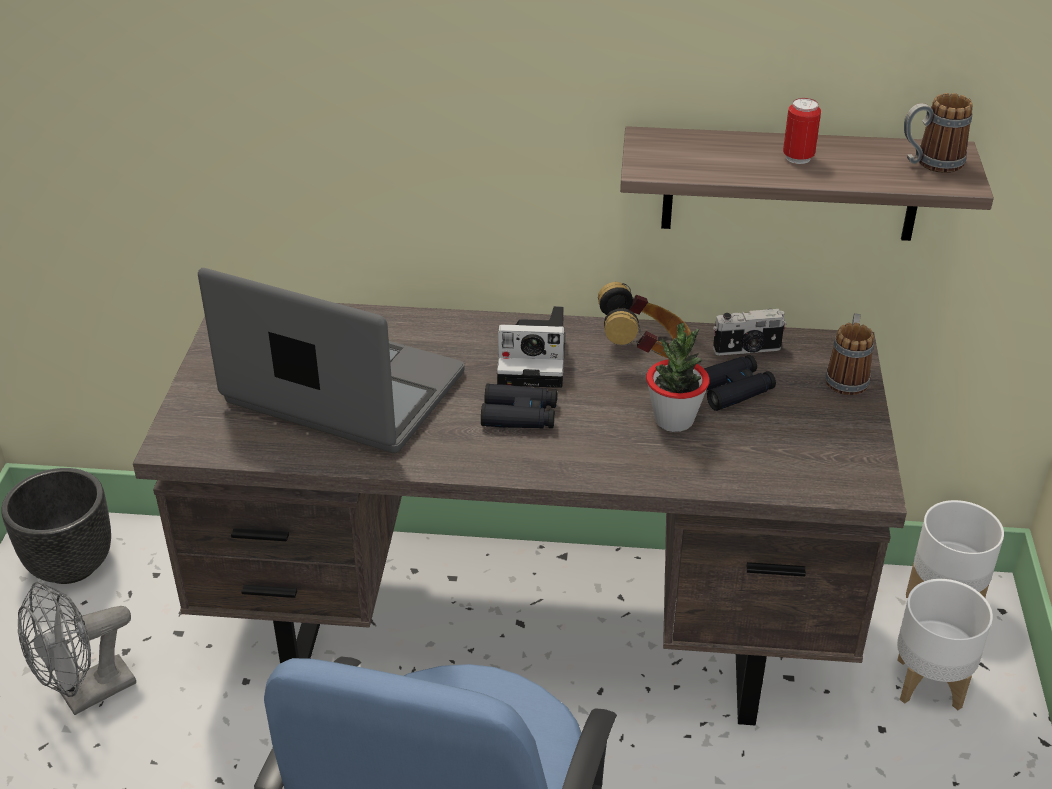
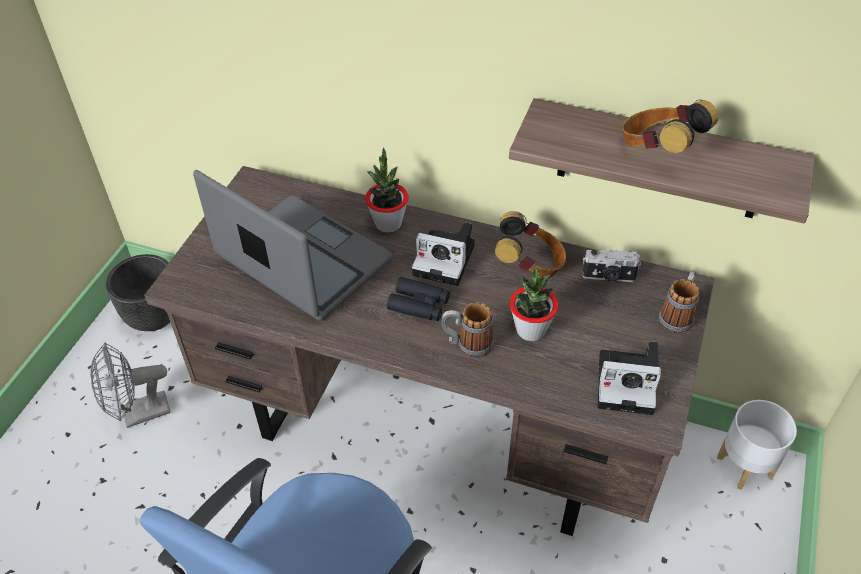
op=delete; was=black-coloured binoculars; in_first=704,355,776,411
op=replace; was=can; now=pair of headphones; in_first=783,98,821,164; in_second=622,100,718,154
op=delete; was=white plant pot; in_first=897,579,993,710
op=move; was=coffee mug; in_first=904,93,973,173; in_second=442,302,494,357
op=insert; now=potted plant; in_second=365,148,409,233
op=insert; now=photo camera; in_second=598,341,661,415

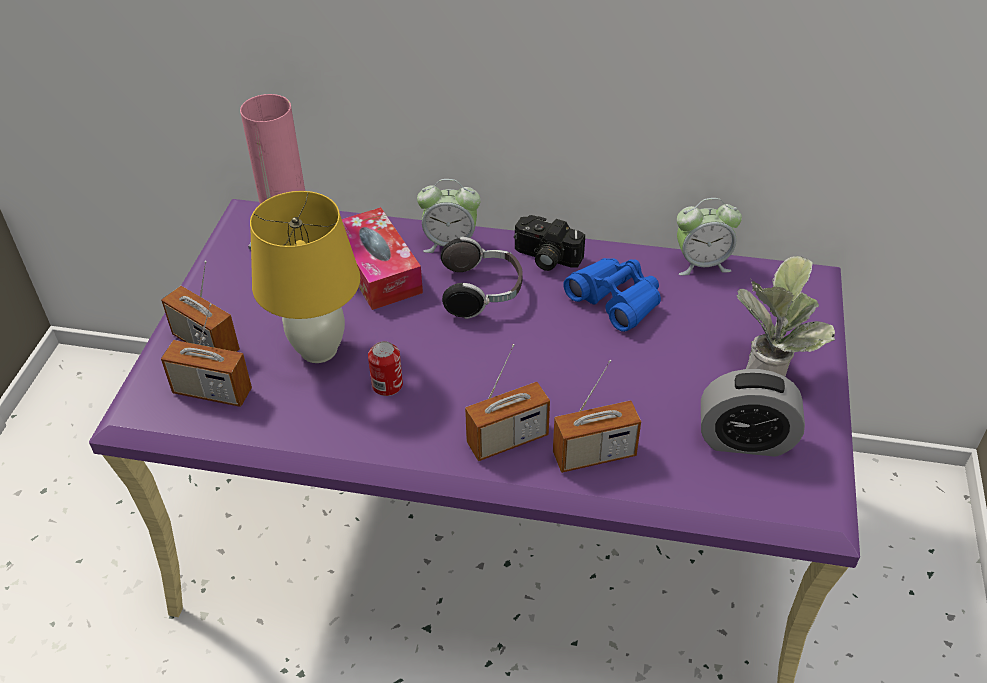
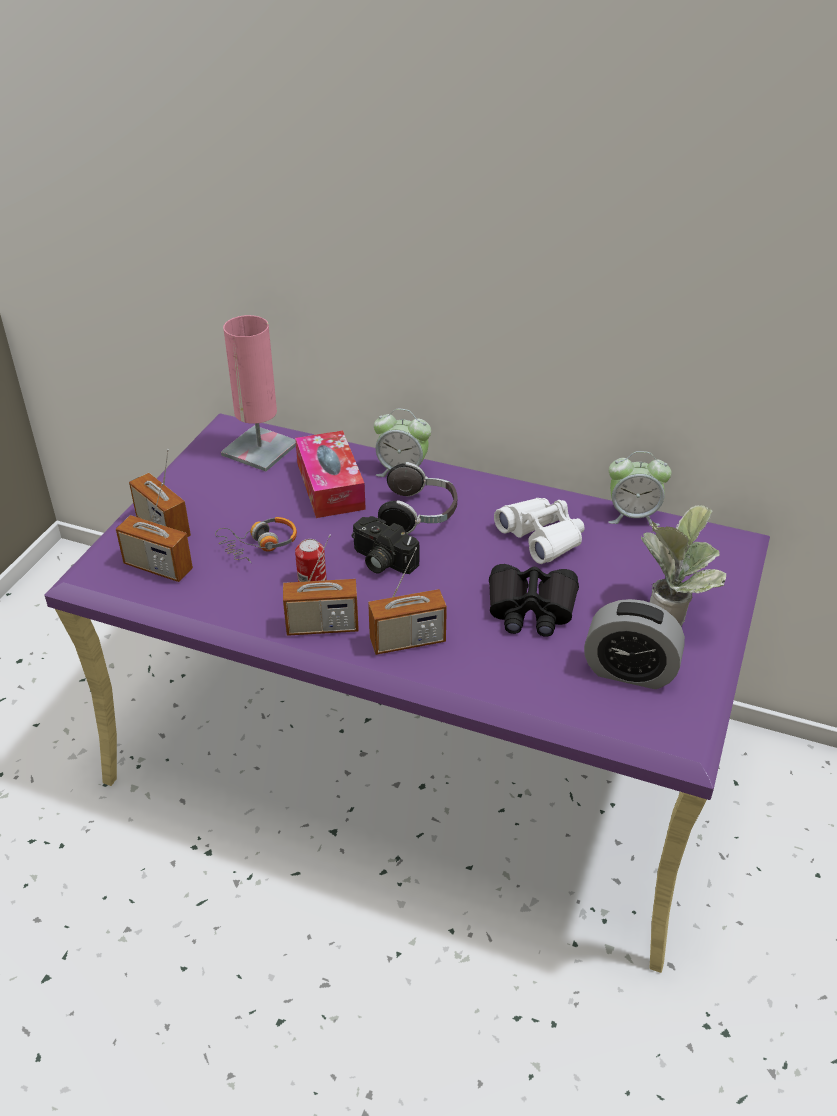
op=replace; was=yellowish tabletop lamp; now=pair of headphones; in_first=250,191,360,363; in_second=215,517,297,563
op=move; was=photo camera; in_first=514,215,585,271; in_second=352,516,419,574
op=move; was=radio set; in_first=553,360,641,473; in_second=283,535,359,636
op=recolor; was=bluish binoculars; now=white binoculars; in_first=563,258,661,332; in_second=494,498,585,564
op=insert; now=black-coloured binoculars; in_second=489,564,579,637

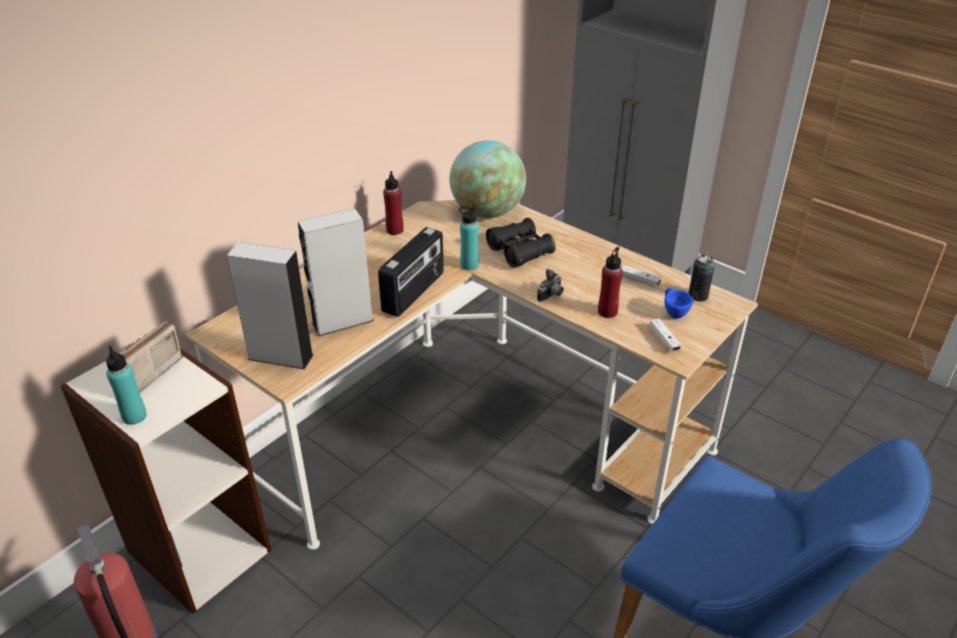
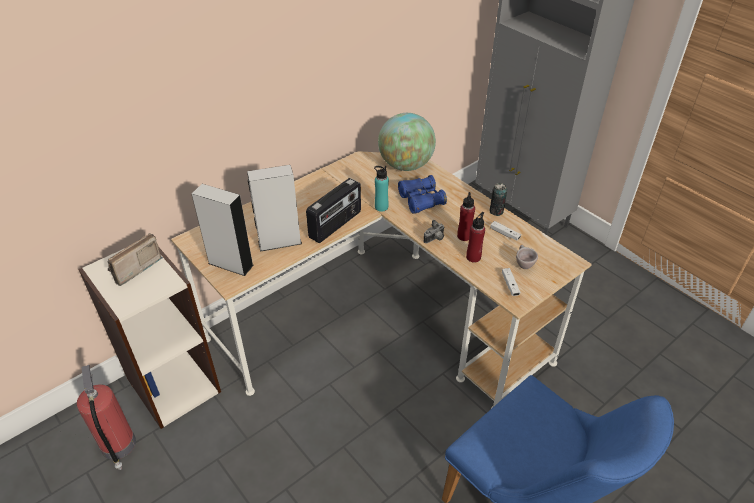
op=delete; was=turquoise beverage bottle; in_first=106,346,147,425
op=move; was=red beverage bottle; in_first=383,171,403,235; in_second=457,192,475,241
op=recolor; was=black-coloured binoculars; now=bluish binoculars; in_first=486,218,556,268; in_second=398,175,447,214
op=recolor; was=bluish drinking cup; now=sand-coloured drinking cup; in_first=664,288,693,319; in_second=516,245,538,269
op=move; was=can; in_first=689,254,715,302; in_second=489,183,507,216

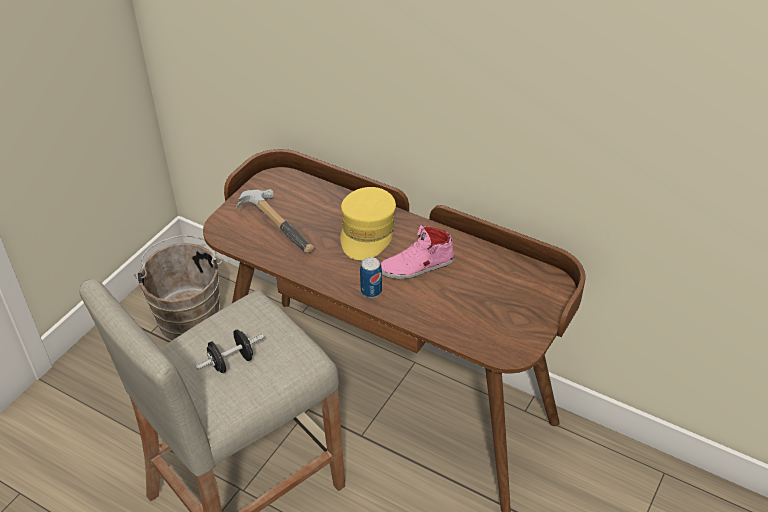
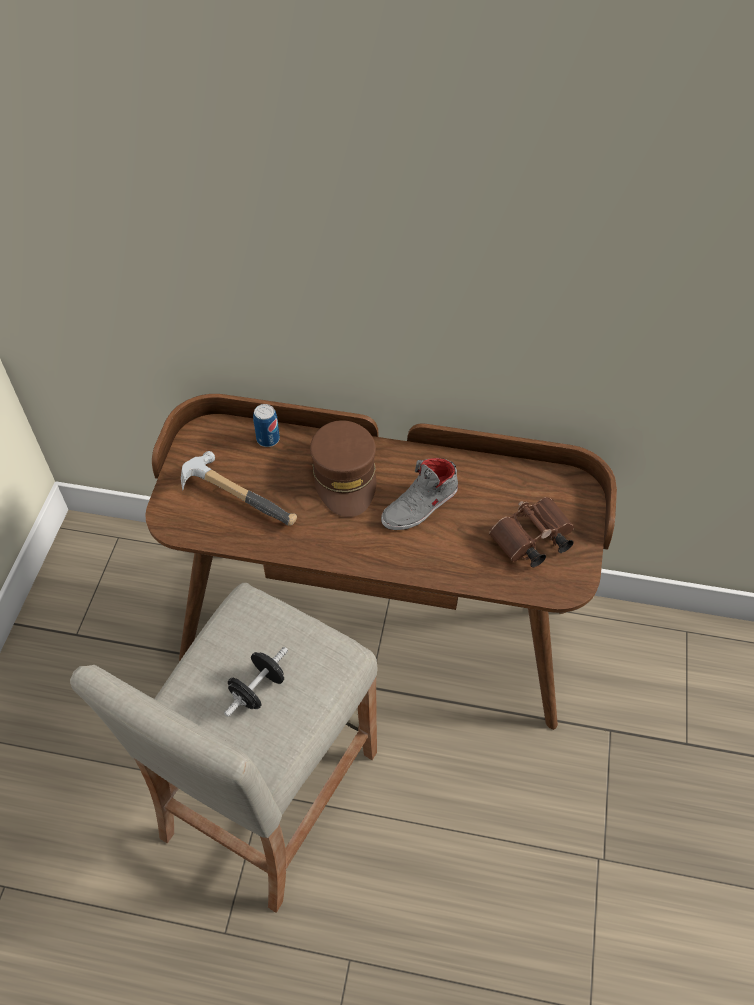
op=delete; was=brownish pail; in_first=134,235,223,340
op=recolor; was=yellowish baseball cap; now=brownish baseball cap; in_first=340,187,396,260; in_second=310,420,377,517
op=move; was=can; in_first=360,257,382,298; in_second=253,404,280,447
op=recolor; was=pink-coloured shoe; now=gray shoe; in_first=380,225,454,279; in_second=381,458,458,530
op=insert; now=brownish binoculars; in_second=489,497,574,568

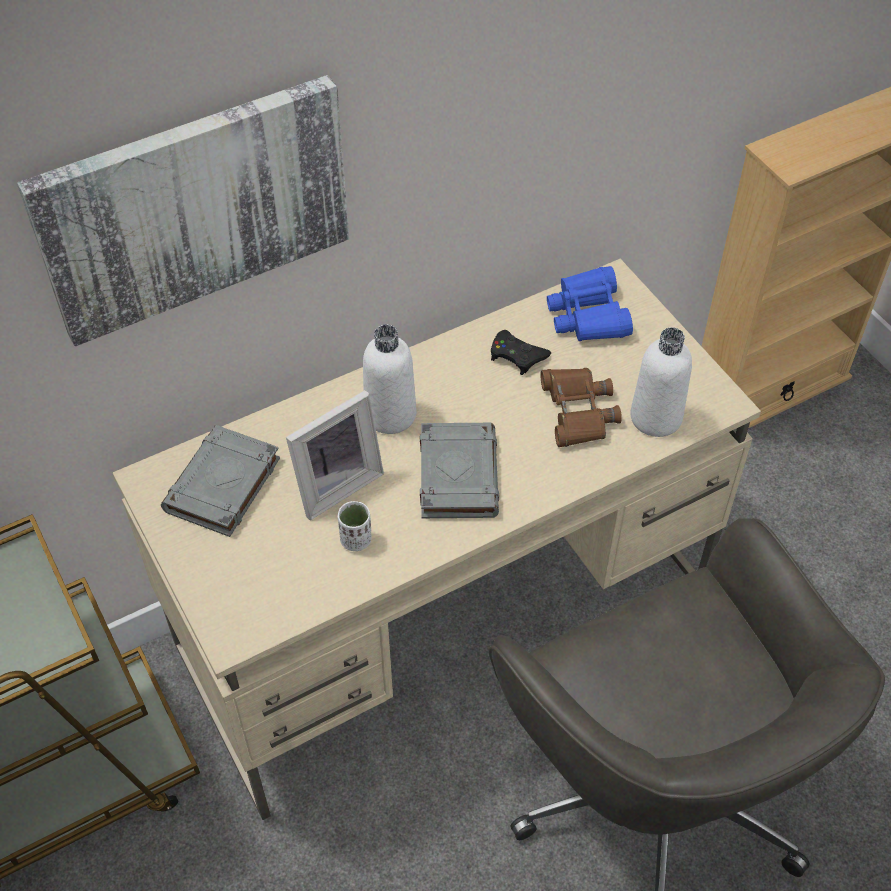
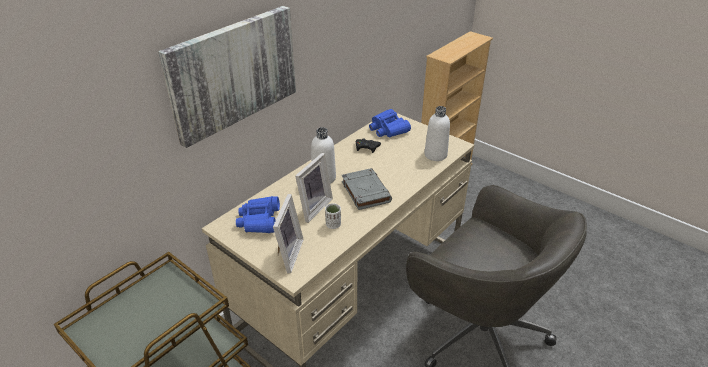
op=replace; was=gray bound book; now=bluish binoculars; in_first=161,425,280,537; in_second=236,196,280,233
op=delete; was=brownish binoculars; in_first=540,368,622,447
op=insert; now=photo frame; in_second=273,194,304,274

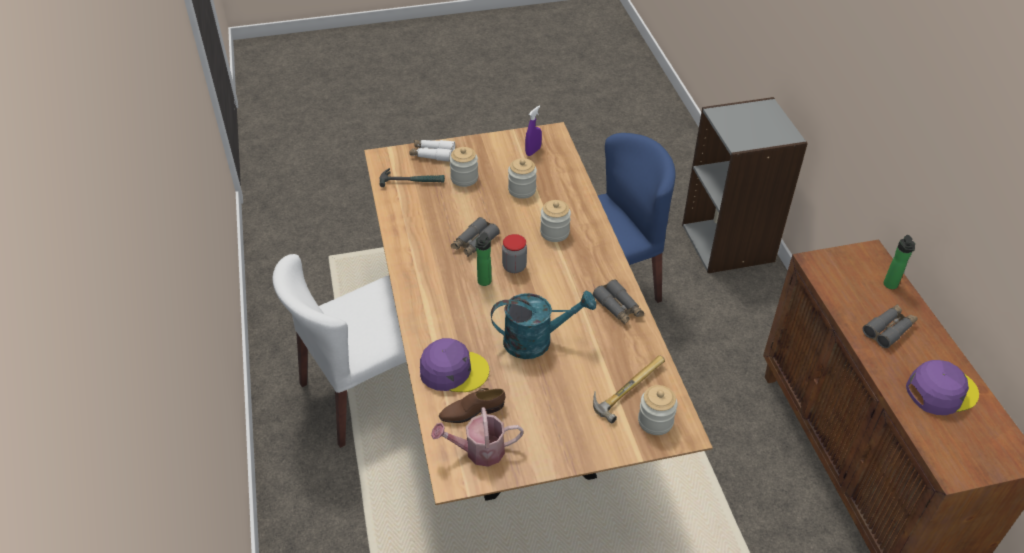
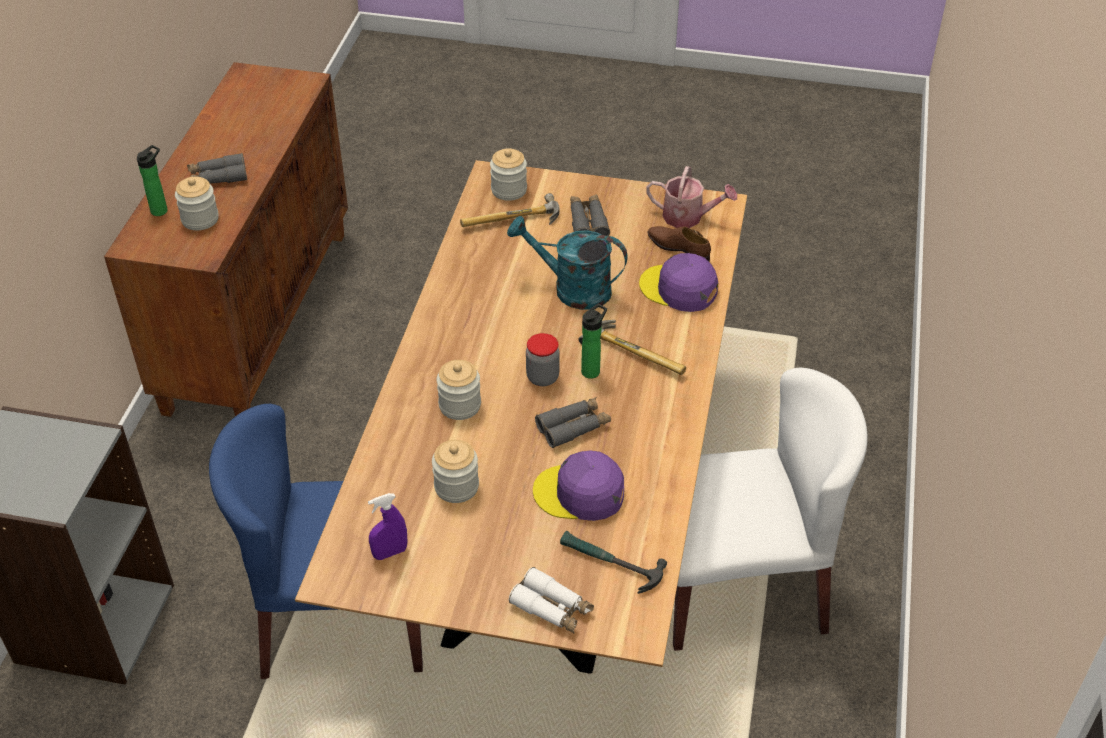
op=rotate; was=brownish shoe; in_first=439,388,505,423; in_second=648,226,711,261; clockwise=-150
op=move; was=storage jar; in_first=449,147,478,187; in_second=175,177,219,230
op=move; was=gray binoculars; in_first=593,280,644,324; in_second=570,194,610,236
op=move; was=purple baseball cap; in_first=906,360,979,415; in_second=533,451,624,521
op=insert; now=tool hammer; in_second=578,320,686,375

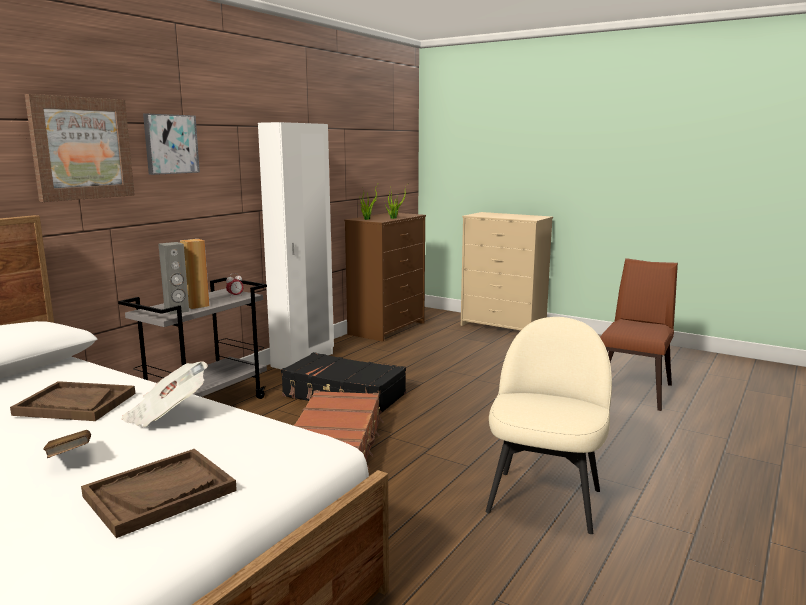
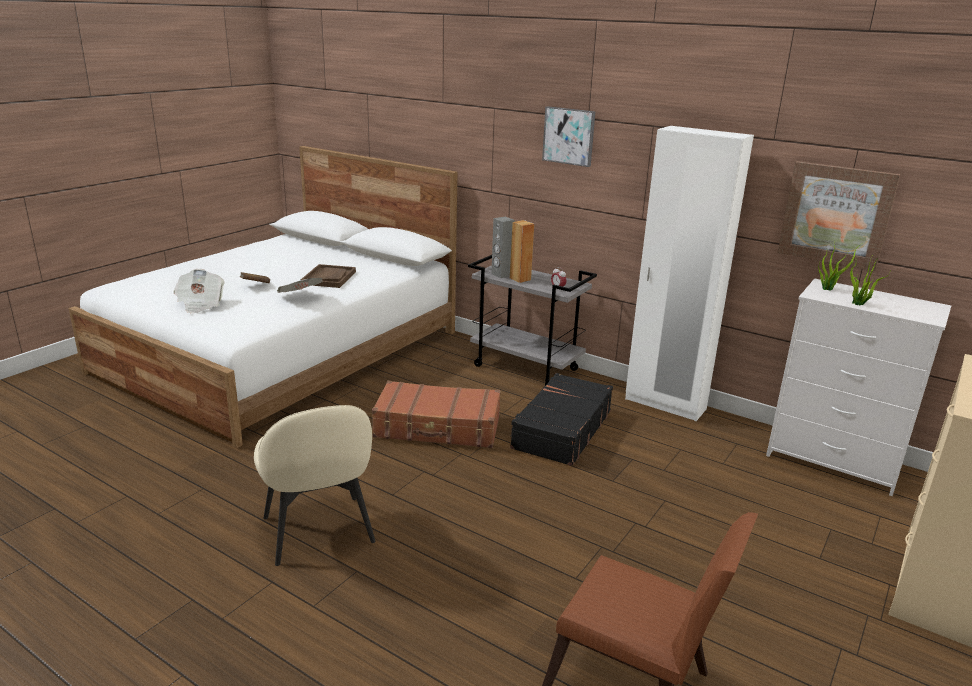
op=move; was=wall art; in_first=25,94,135,202; in_second=777,161,900,271
op=replace; was=brownish serving tray; now=newspaper; in_first=81,449,237,538; in_second=173,269,225,313
op=recolor; was=brownish dresser; now=white dresser; in_first=344,213,426,342; in_second=766,278,951,496
op=rotate; was=sand-coloured upright chair; in_first=486,317,612,534; in_second=254,405,376,566; clockwise=45

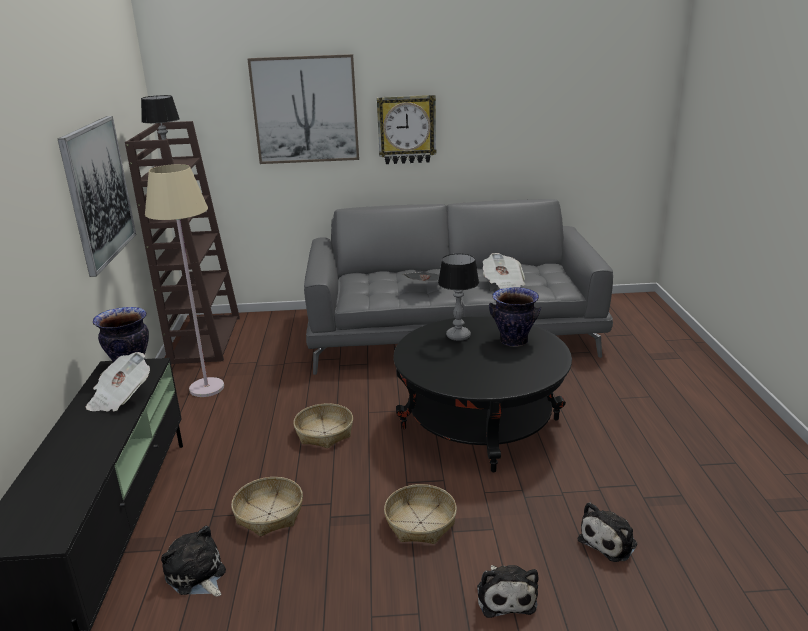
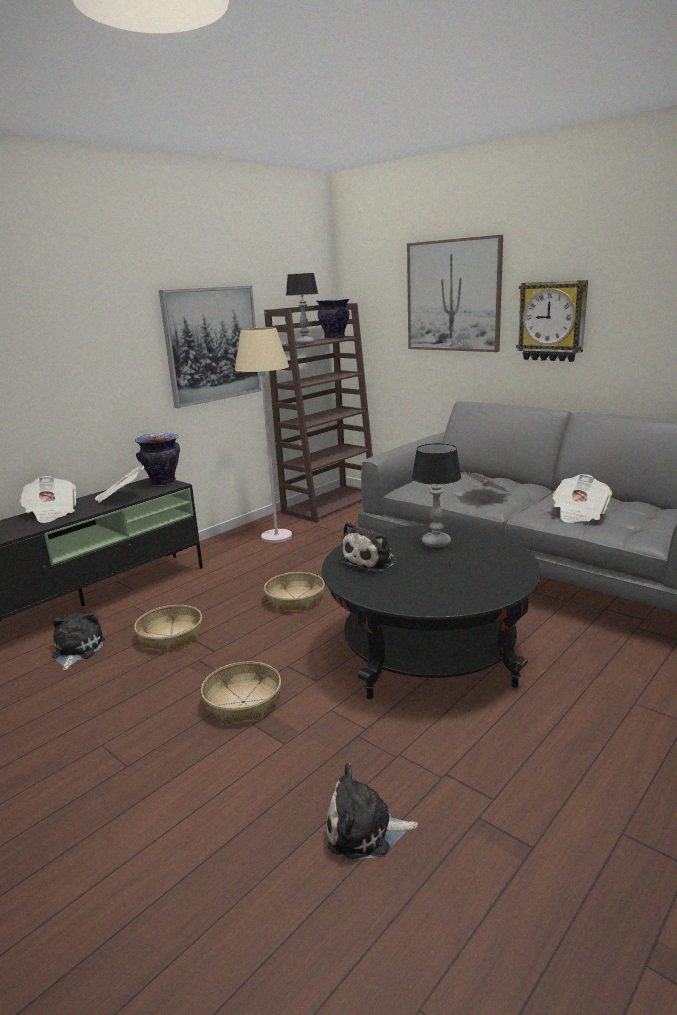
op=move; was=soft toy; in_first=477,565,538,618; in_second=340,522,397,572
op=move; was=flower vase; in_first=489,287,542,347; in_second=316,299,350,339
op=insert; now=newspaper; in_second=20,476,76,523

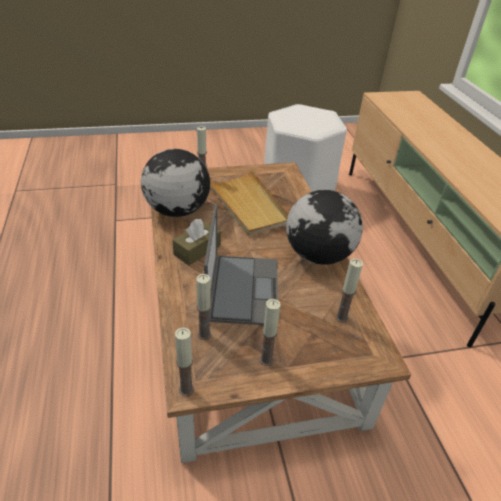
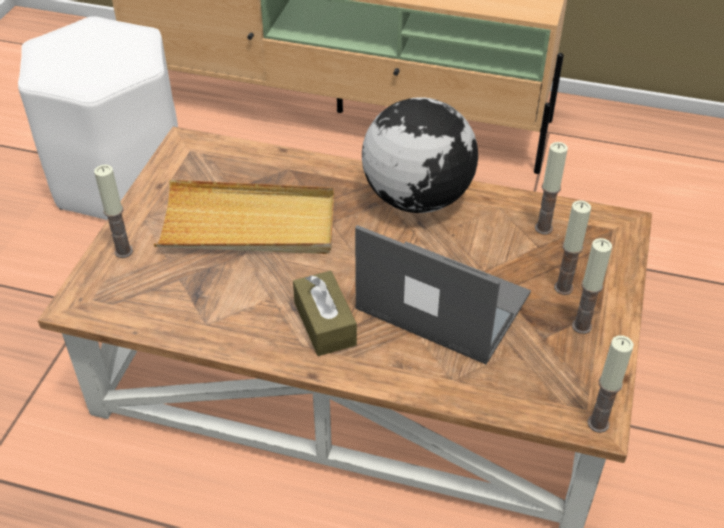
op=delete; was=desk globe; in_first=141,149,210,217
op=move; was=wax candle; in_first=196,274,211,340; in_second=554,200,591,295

